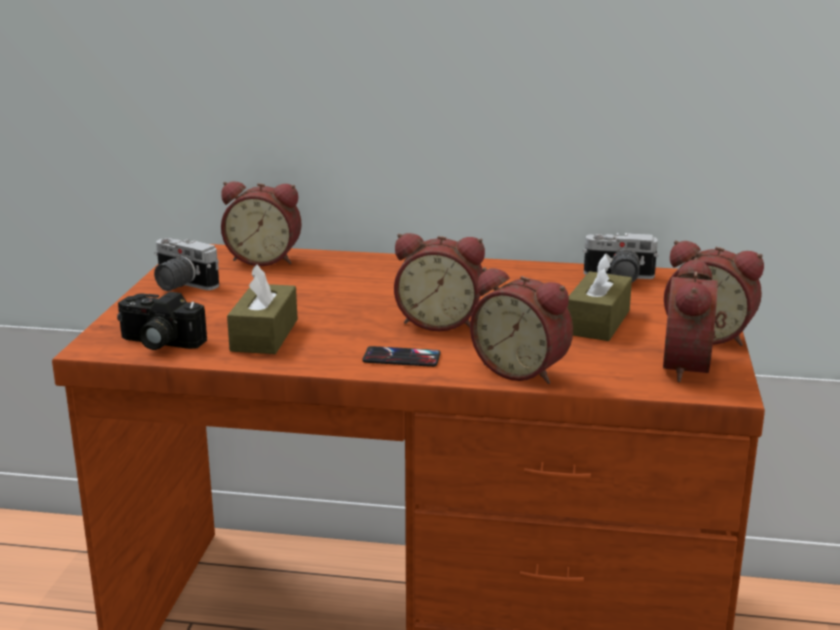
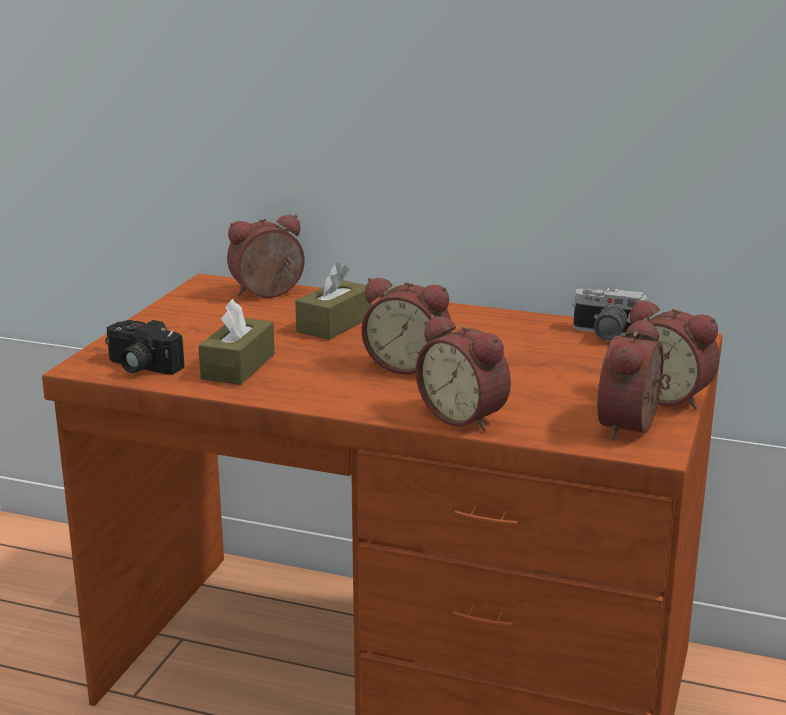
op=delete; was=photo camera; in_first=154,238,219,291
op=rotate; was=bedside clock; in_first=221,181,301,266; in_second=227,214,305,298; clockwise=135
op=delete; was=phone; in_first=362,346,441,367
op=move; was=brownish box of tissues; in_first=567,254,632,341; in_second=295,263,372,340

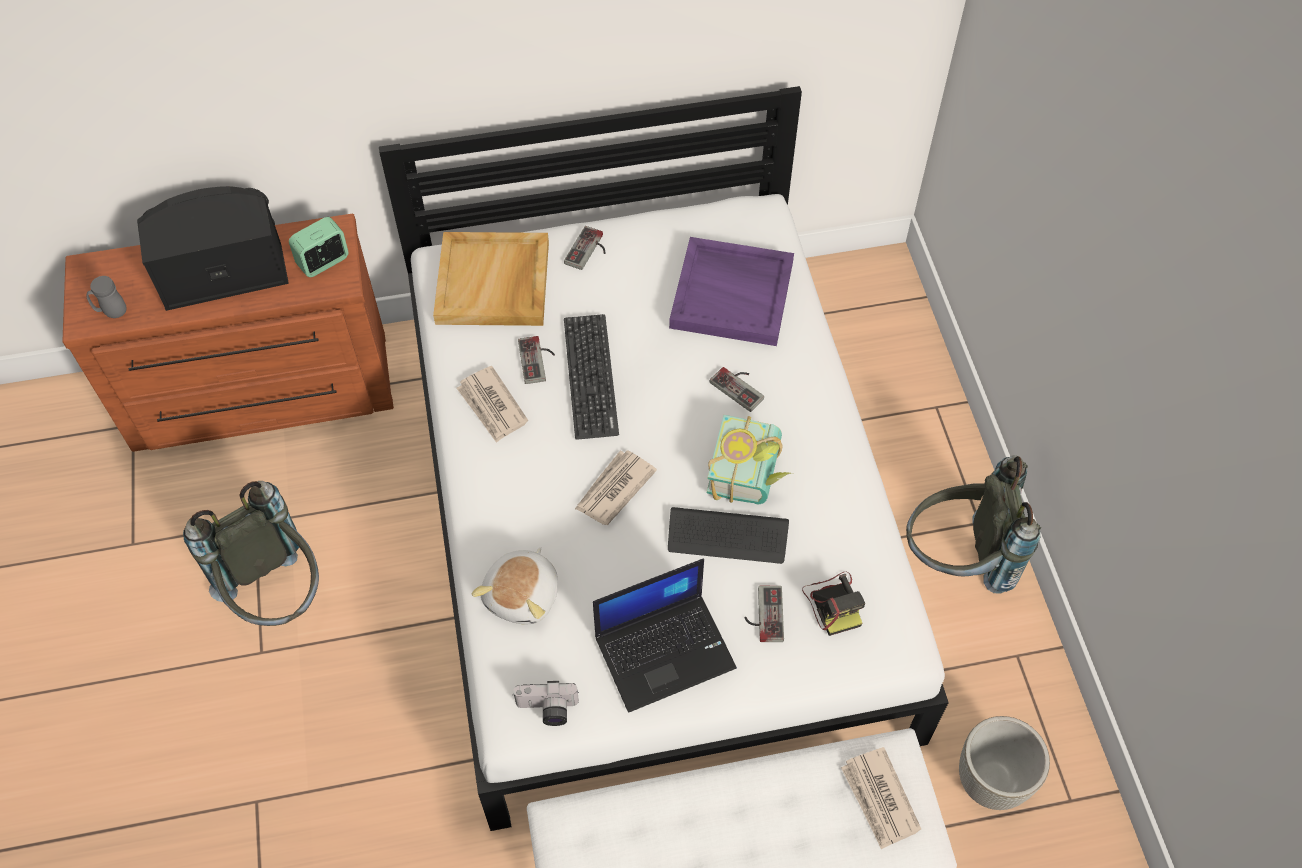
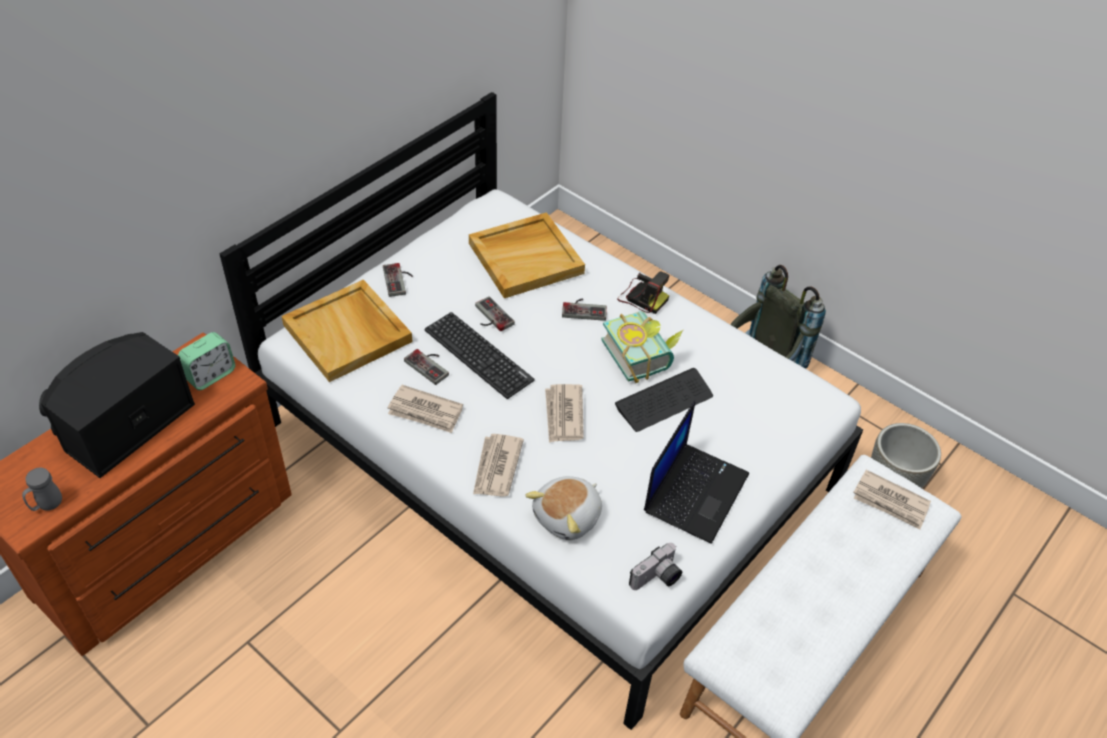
op=delete; was=gray backpack; in_first=183,481,319,626
op=rotate; was=bedside clock; in_first=289,217,349,277; in_second=178,332,235,390; clockwise=-150
op=rotate; was=soft toy; in_first=472,547,558,625; in_second=525,476,602,540; clockwise=60
op=recolor; was=purple serving tray; now=sand-coloured serving tray; in_first=669,237,794,346; in_second=469,212,585,298
op=move; was=game controller; in_first=744,586,784,642; in_second=475,296,515,331
op=move; was=photo camera; in_first=802,572,865,636; in_second=617,271,669,314
op=insert; now=newspaper; in_second=473,434,524,497

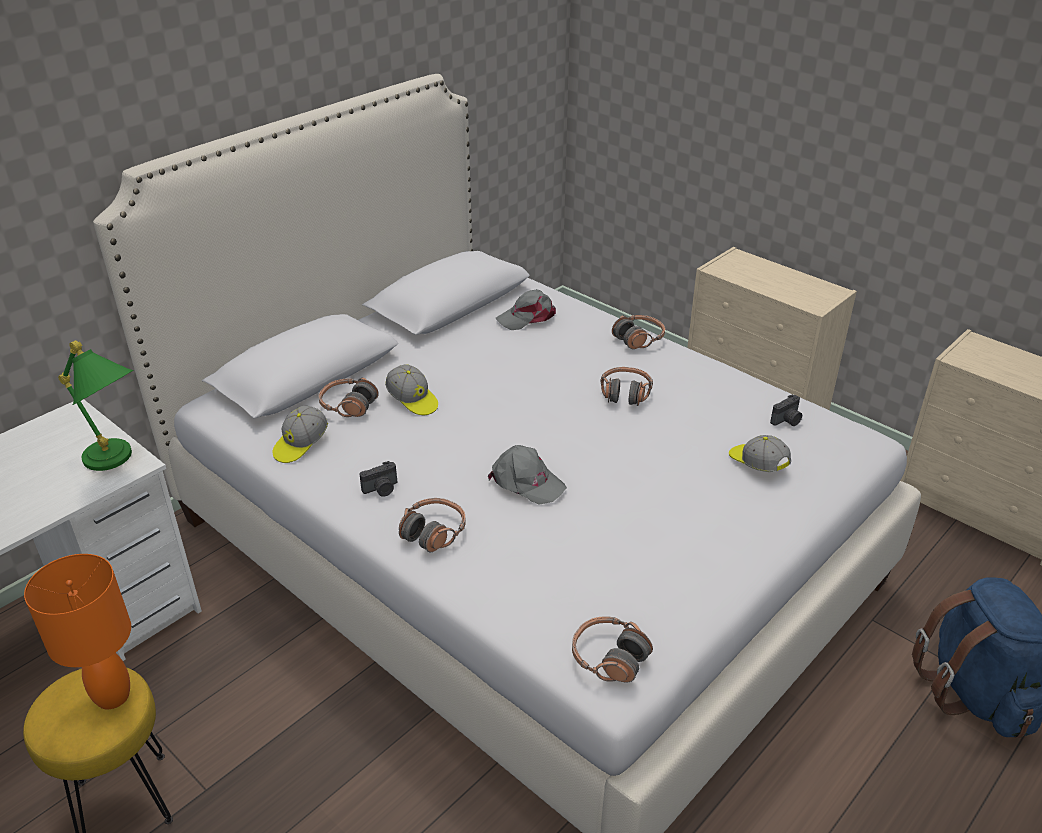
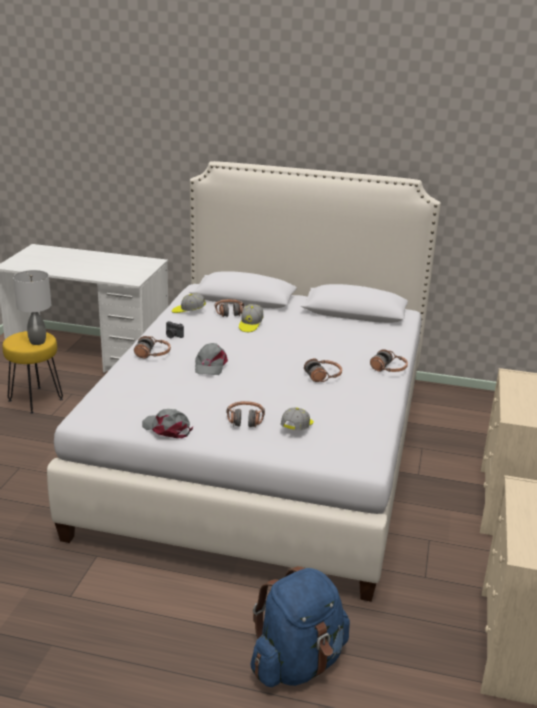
op=recolor; was=orangey tabletop lamp; now=gray tabletop lamp; in_first=24,554,131,709; in_second=13,270,51,345
op=delete; was=green-coloured tabletop lamp; in_first=58,340,134,471
op=move; was=gray baseball cap; in_first=496,289,556,330; in_second=142,409,193,438
op=move; was=pair of headphones; in_first=572,616,653,682; in_second=227,401,265,428
op=delete; was=photo camera; in_first=770,394,802,426

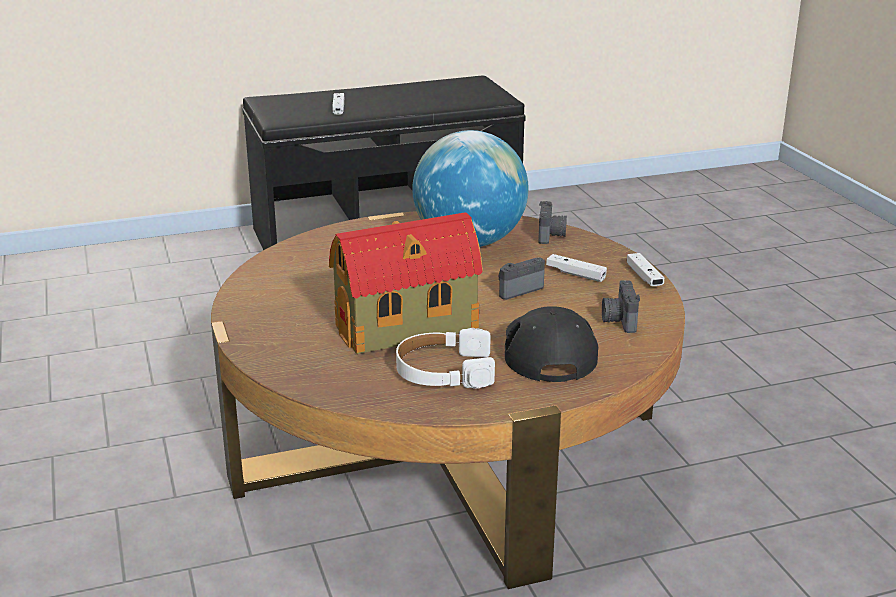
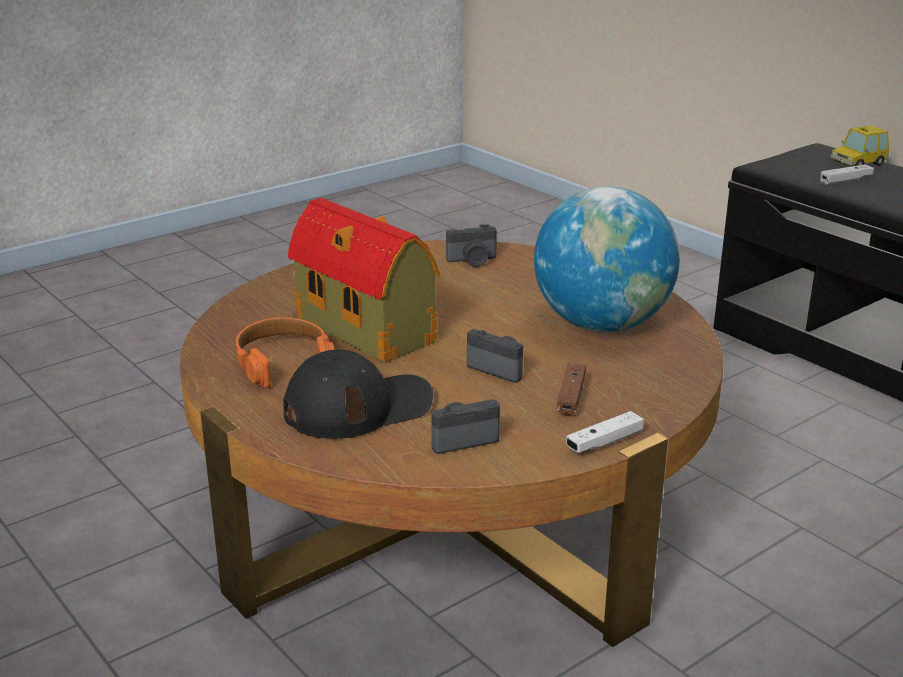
op=recolor; was=white pair of headphones; now=orangey pair of headphones; in_first=396,328,495,389; in_second=236,317,334,388
op=move; was=photo camera; in_first=538,201,567,244; in_second=446,224,497,267
op=recolor; was=white game controller; now=brownish game controller; in_first=546,254,607,282; in_second=557,363,586,416
op=insert; now=model car; in_second=831,125,889,166

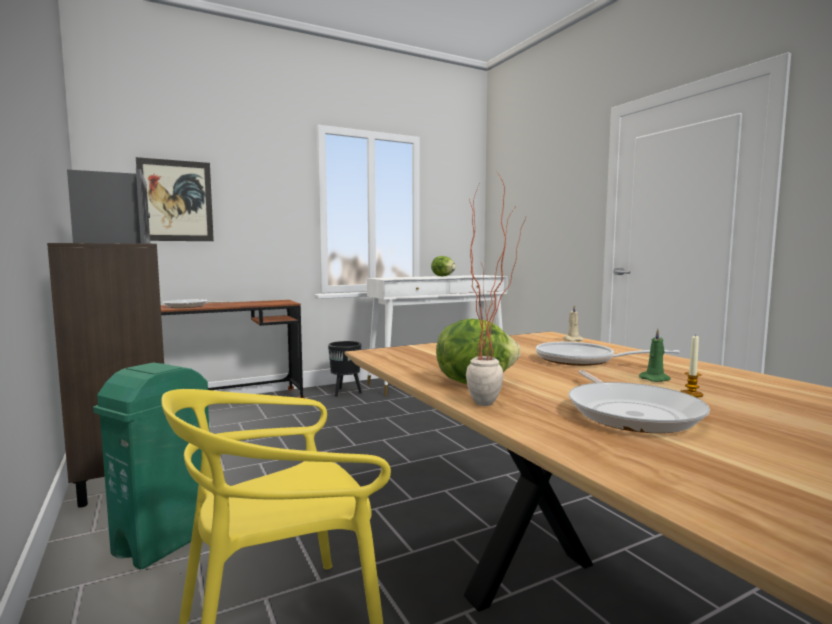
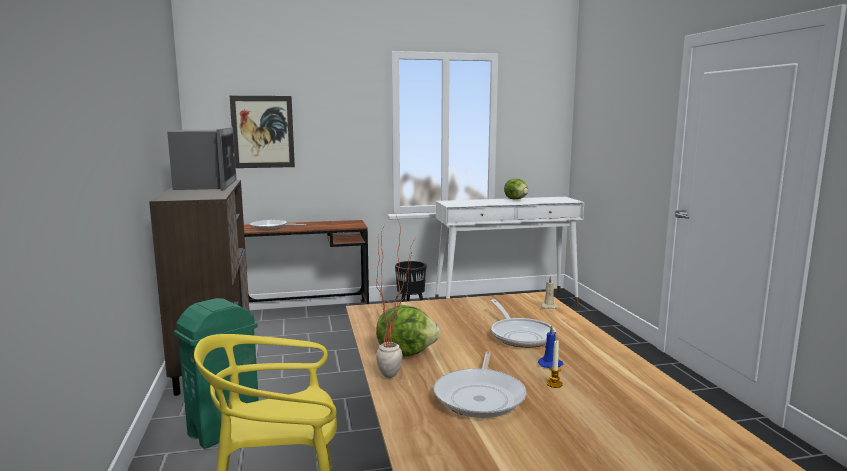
op=rotate; was=skillet; in_first=536,342,680,366; in_second=491,299,556,348; clockwise=-150
op=recolor; was=green-coloured wax candle; now=bluish wax candle; in_first=639,329,671,382; in_second=538,325,563,368

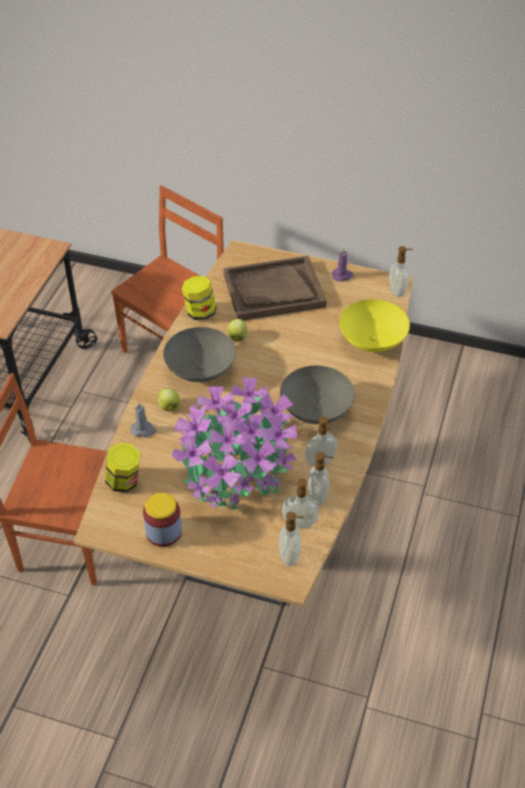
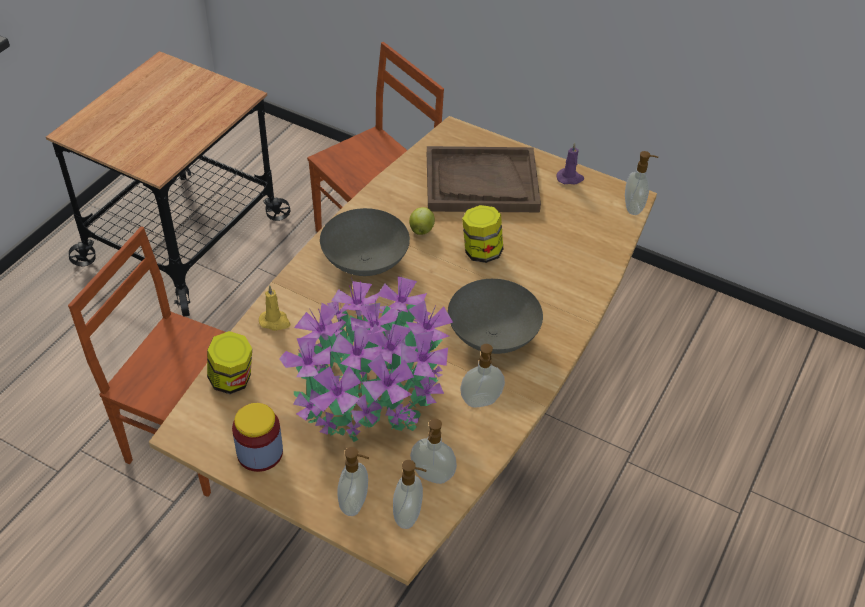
op=recolor; was=gray wax candle; now=yellowish wax candle; in_first=130,402,156,437; in_second=259,285,290,331
op=delete; was=whole apple; in_first=158,388,180,411
op=move; was=storage jar; in_first=182,276,217,320; in_second=462,205,503,263
op=move; was=soap dispenser; in_first=308,452,333,506; in_second=337,447,369,516
op=delete; was=yellowish serving bowl; in_first=339,299,410,352

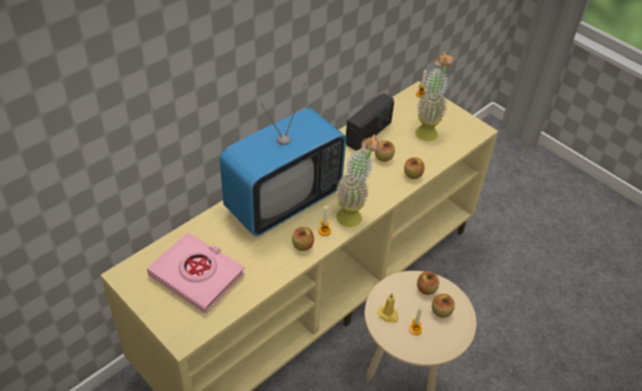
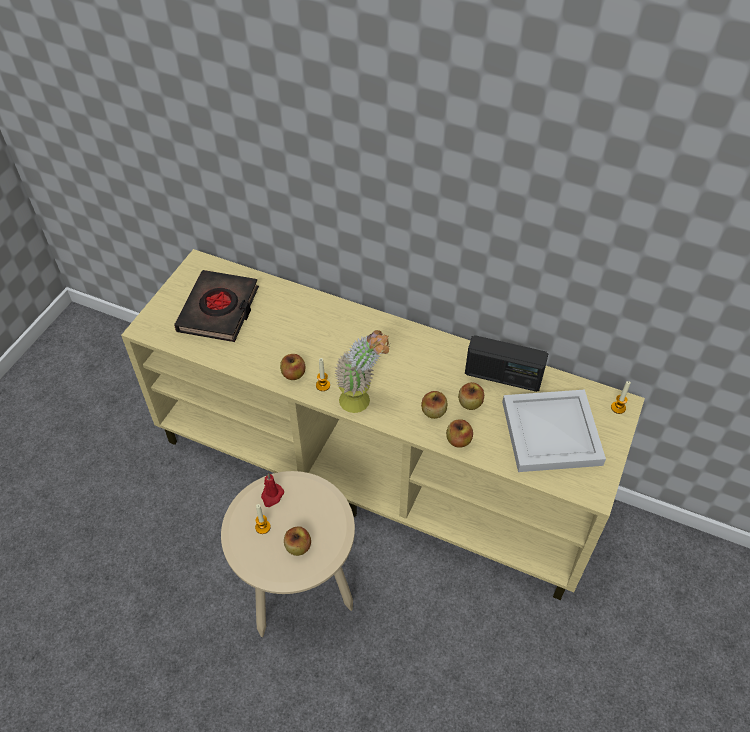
op=recolor; was=pink-coloured bound book; now=black-coloured bound book; in_first=147,232,245,313; in_second=174,270,259,342
op=delete; was=TV set; in_first=220,83,346,236
op=recolor; was=yellowish wax candle; now=red wax candle; in_first=378,294,398,323; in_second=261,473,284,507
op=replace; was=potted plant; now=white serving tray; in_first=415,52,454,141; in_second=502,390,606,472
op=move; was=whole apple; in_first=417,271,439,295; in_second=421,391,448,419

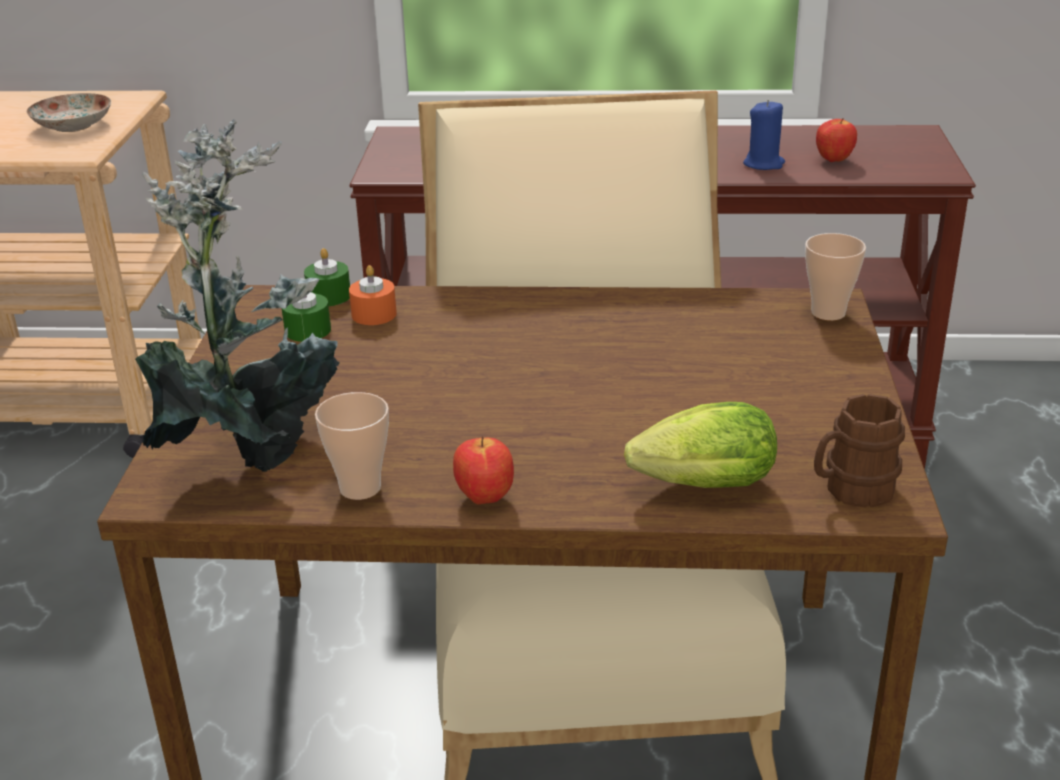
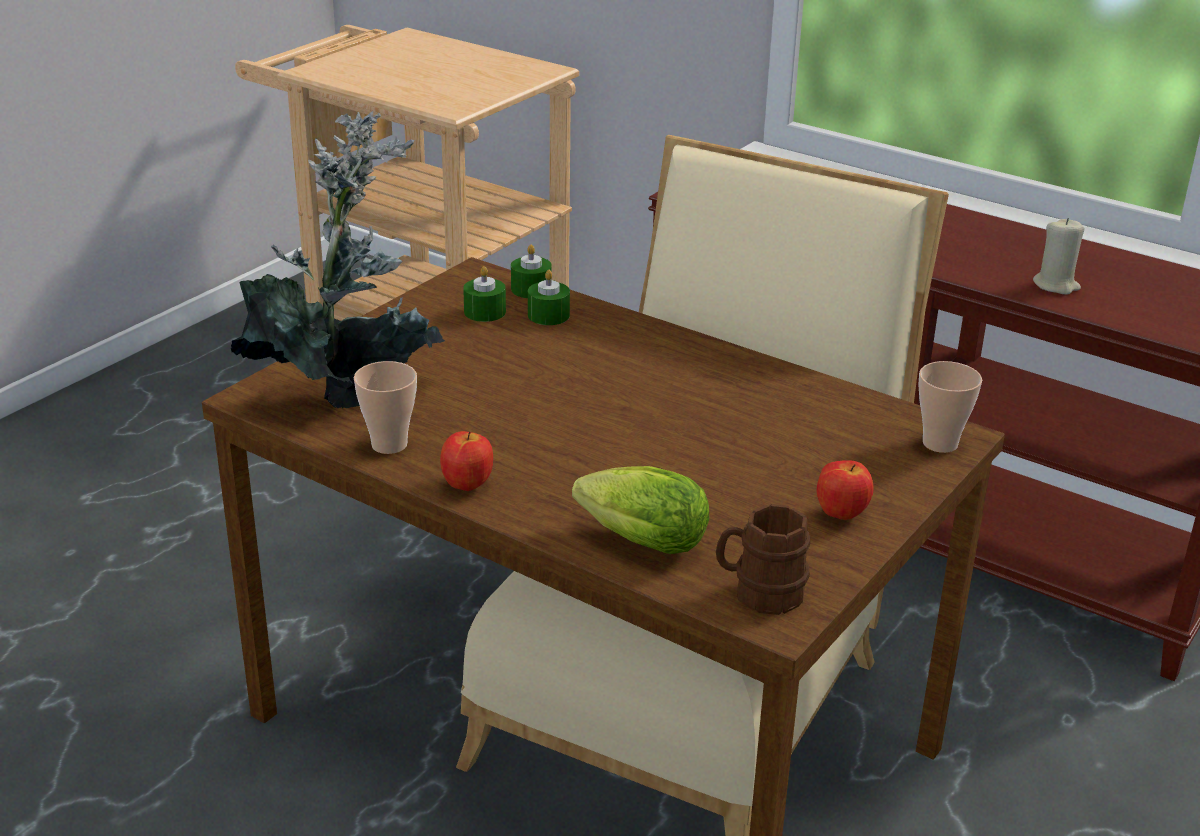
op=delete; was=plate; in_first=27,93,111,132
op=recolor; was=orangey wax candle; now=green-coloured wax candle; in_first=349,265,397,325; in_second=528,270,570,325
op=recolor; was=bluish wax candle; now=sand-coloured wax candle; in_first=743,100,785,170; in_second=1033,218,1084,295
op=move; was=whole apple; in_first=816,118,857,162; in_second=816,460,874,520

